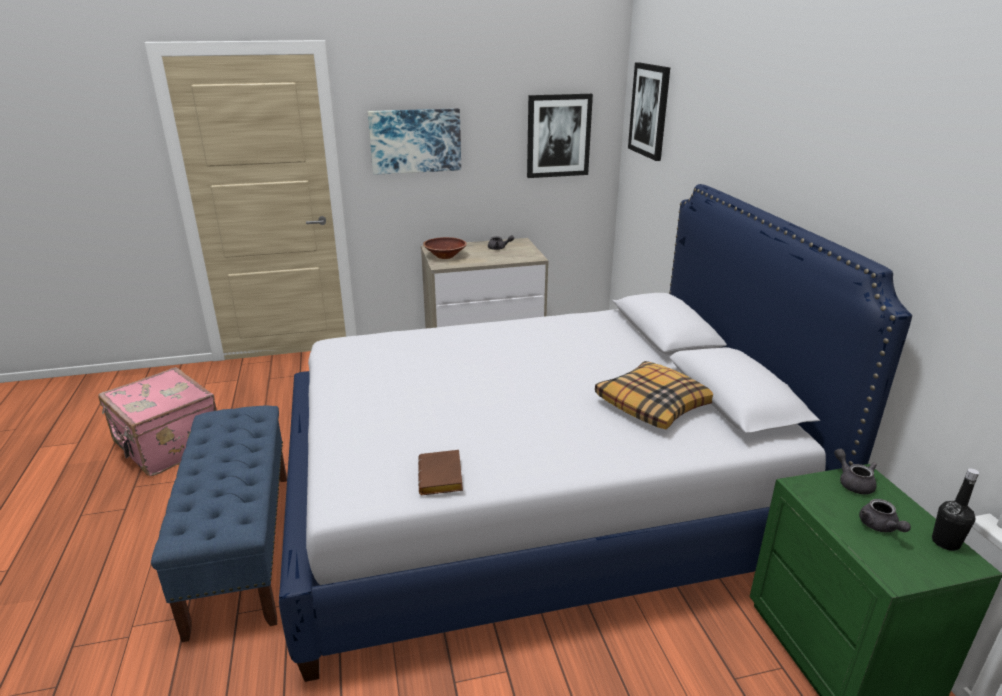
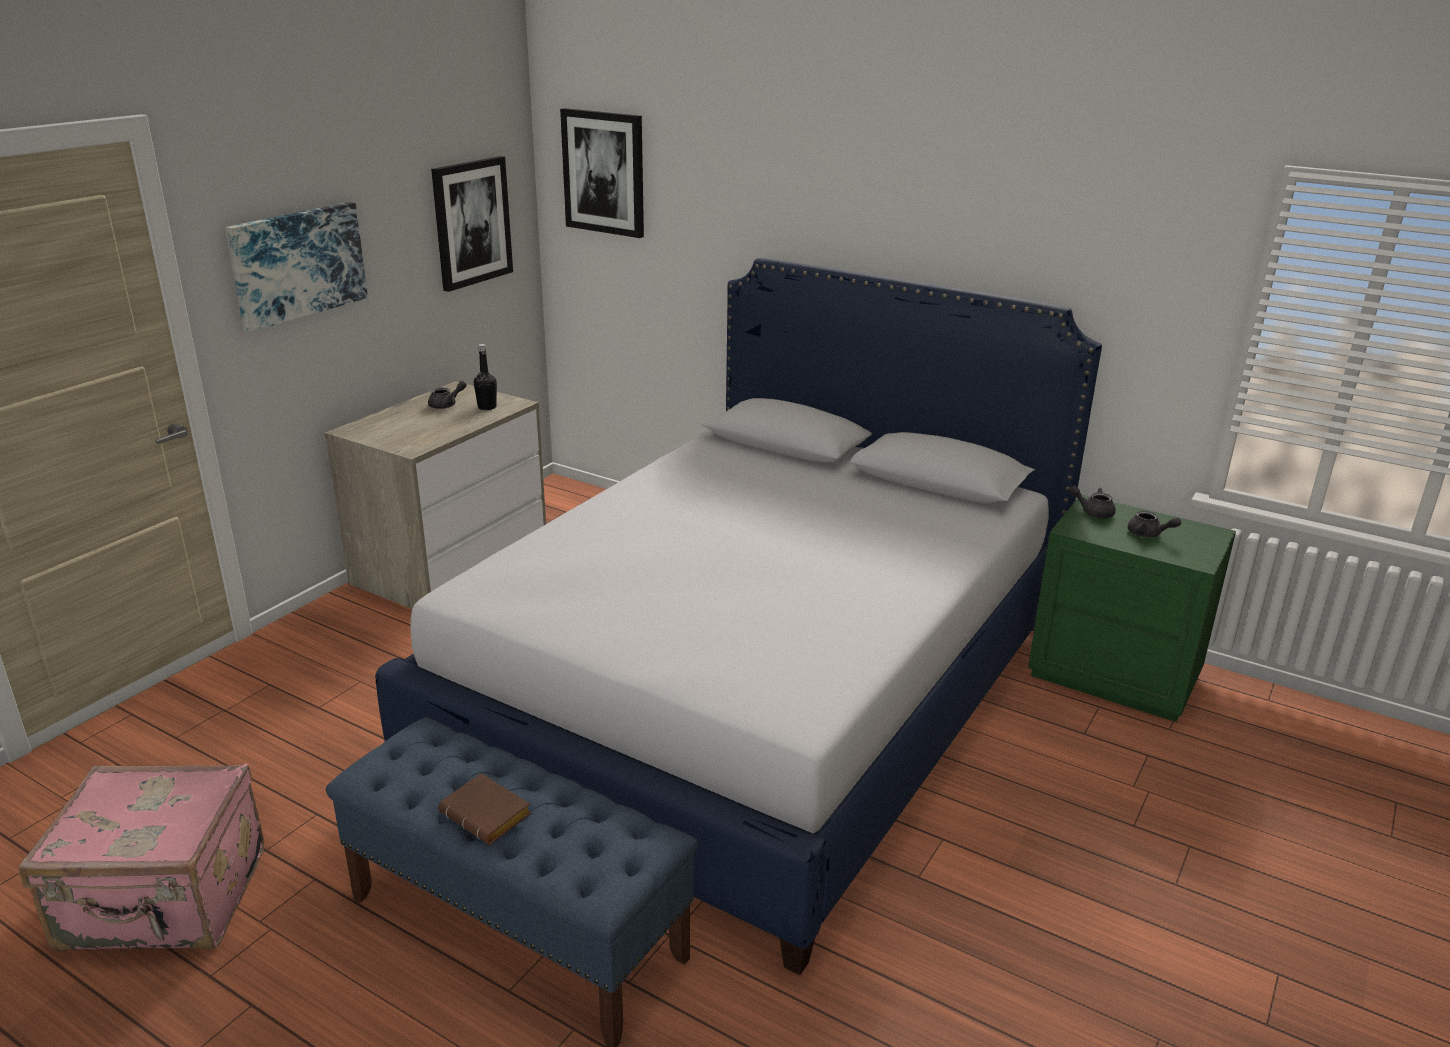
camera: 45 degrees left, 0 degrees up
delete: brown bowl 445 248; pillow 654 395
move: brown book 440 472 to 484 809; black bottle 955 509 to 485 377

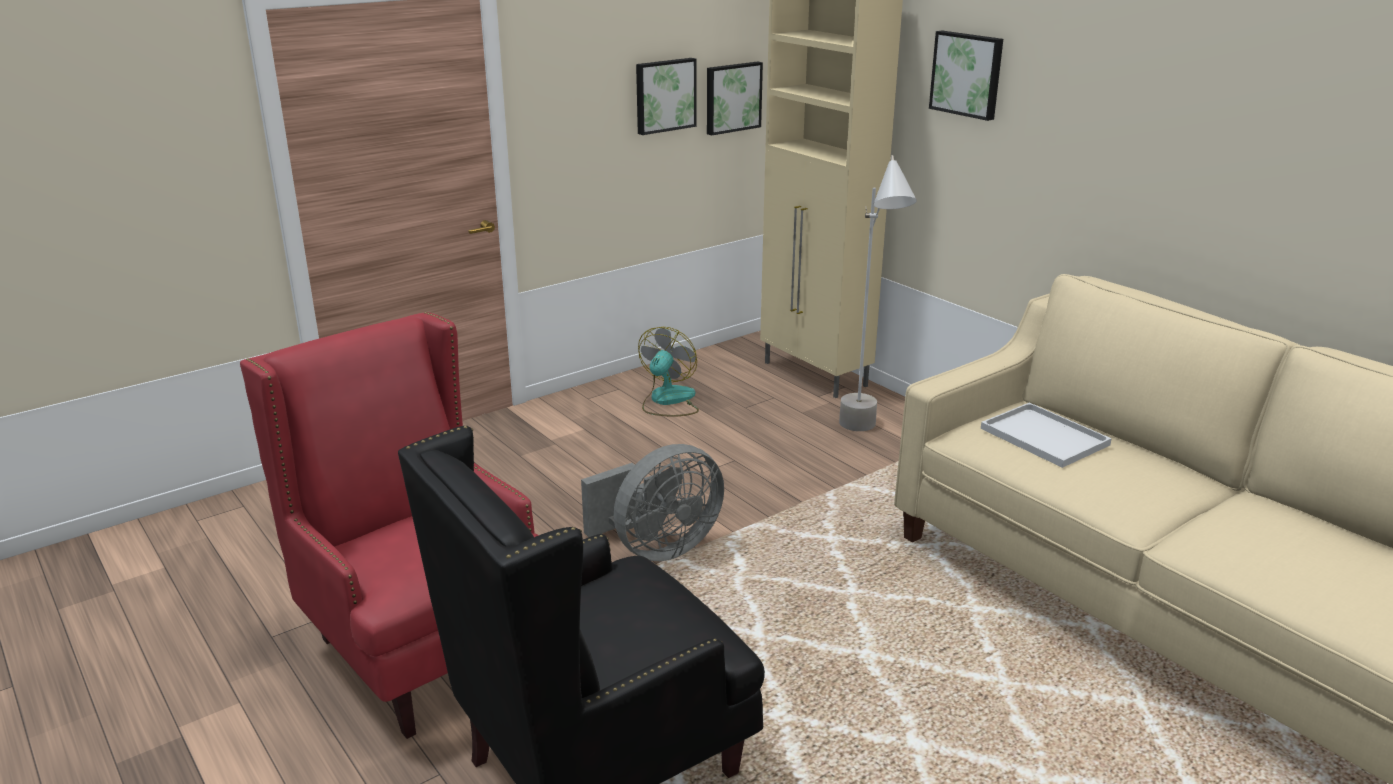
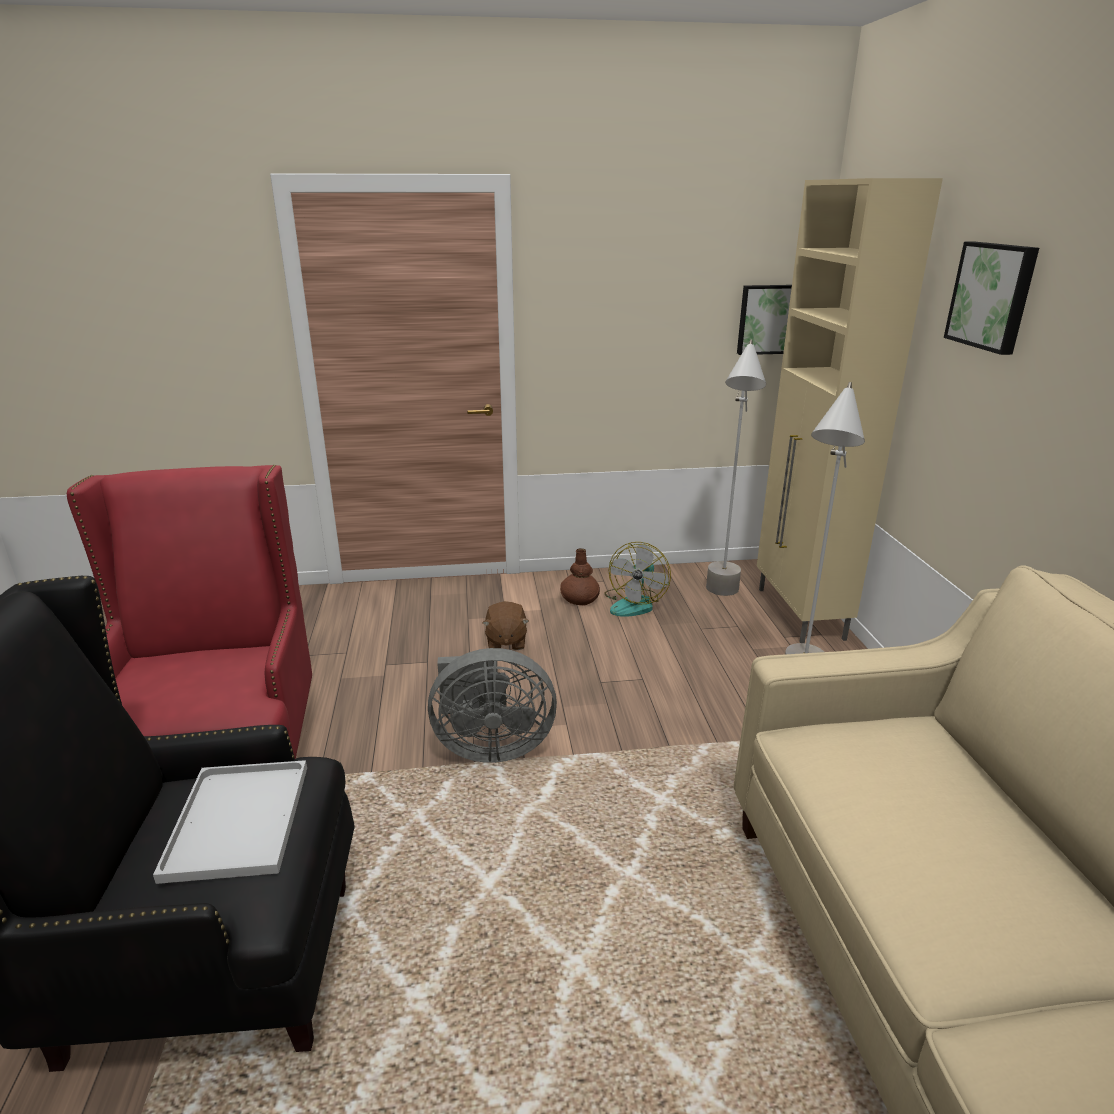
camera: 30 degrees right, 0 degrees up
delete: picture 666 96
insert: brown plush toy 506 625; brown vase 580 577; grey floor lamp 736 468
move: white tray 1046 435 to 230 822
rotate: fan 668 372 = 638 579 150 degrees clockwise

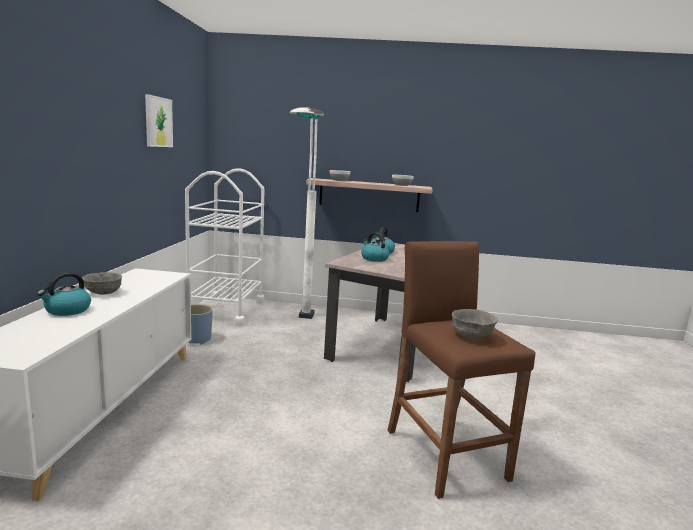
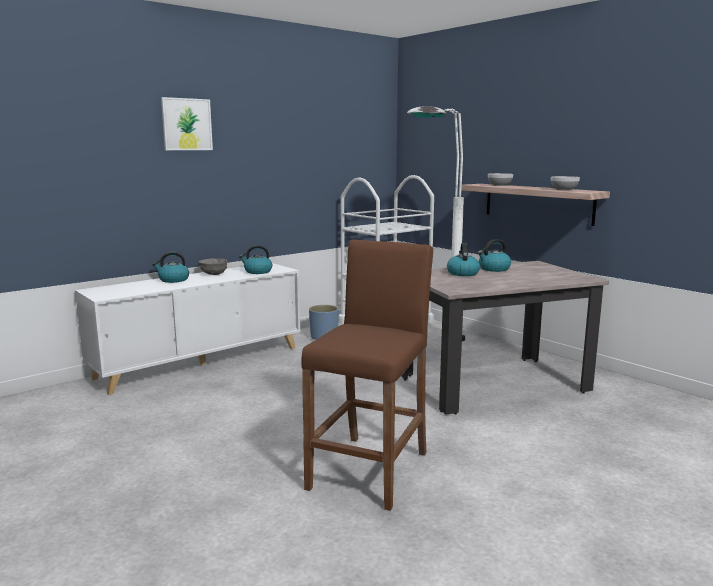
camera: 45 degrees right, 0 degrees up
delete: grey bowl 475 324
insert: kettle 255 259
move: picture 159 120 to 187 123

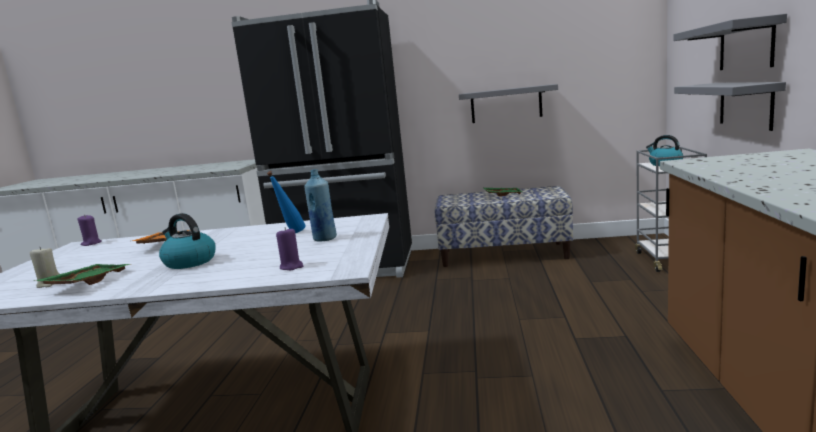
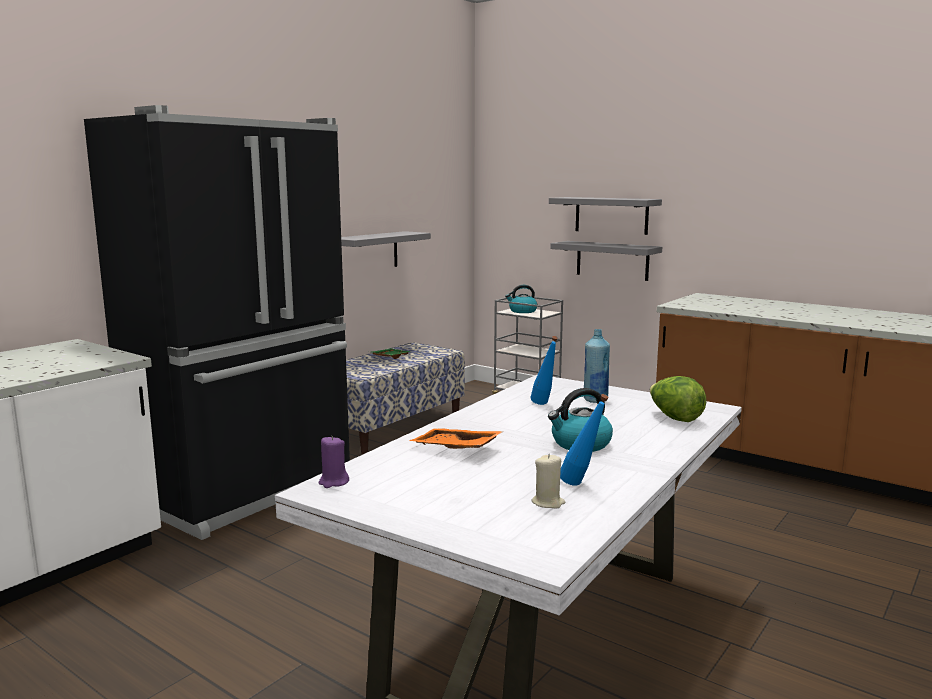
camera: 60 degrees left, 0 degrees up
replace: green tray 82 274 to blue bottle 584 440; purple candle 289 248 to lettuce 678 399

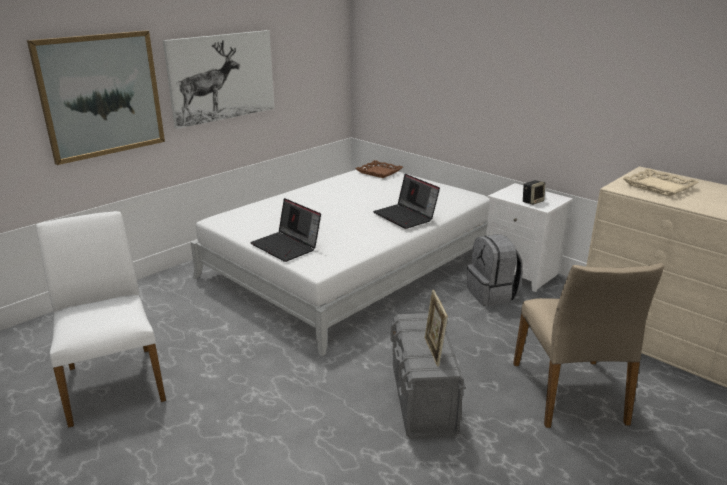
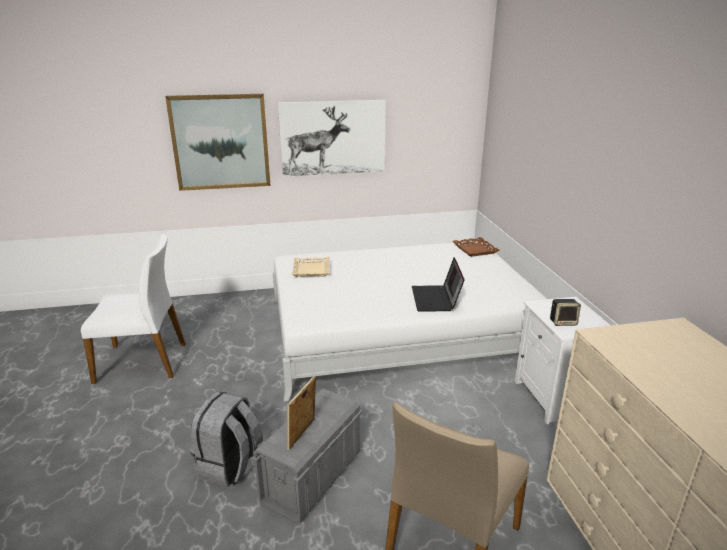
camera: 35 degrees right, 0 degrees up
delete: laptop 285 230
move: grey backpack 495 270 to 226 439; beige tray 661 182 to 311 267
rotate: white chair 101 319 = 133 309 75 degrees clockwise

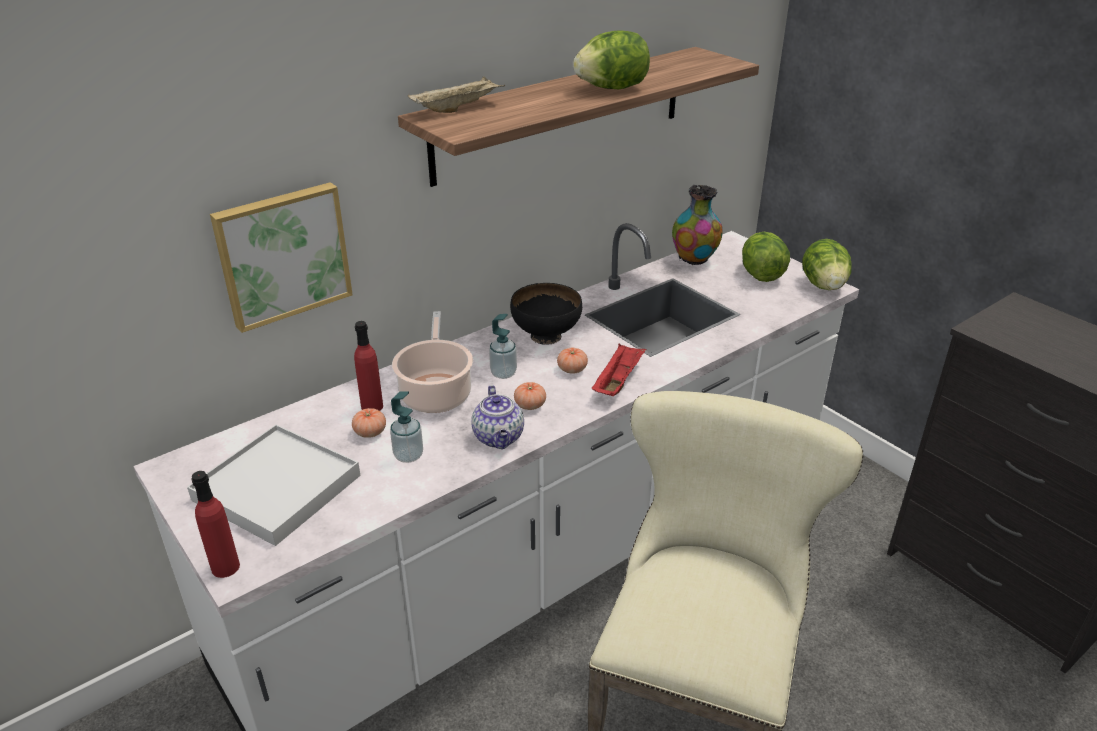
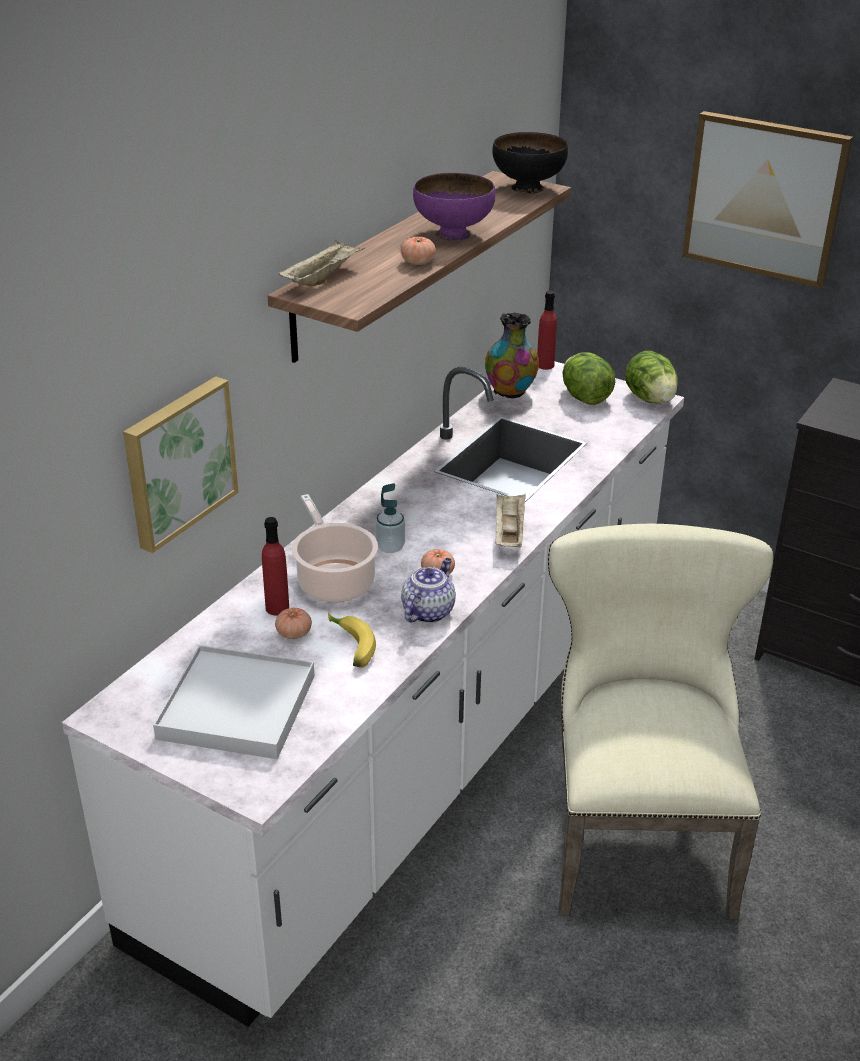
camera: 20 degrees left, 0 degrees up
insert: picture 767 199
move: red bottle 215 524 to 547 330; black bowl 546 314 to 530 162; tomato 572 361 to 418 251
replace: soap dispenser 406 427 to banana 352 640; lettuce 611 59 to purple bowl 454 207
recolor: red tray 618 369 to beige tray 510 520
rotate: teapot 497 417 = 428 590 120 degrees counterclockwise

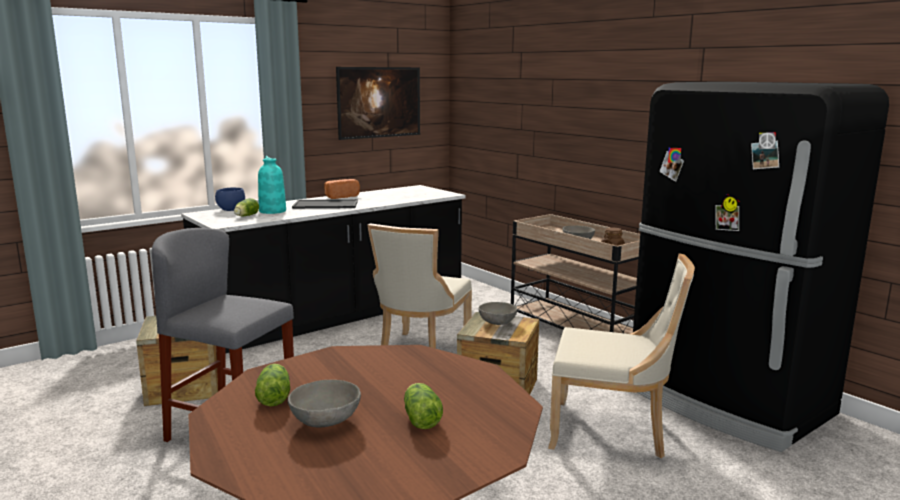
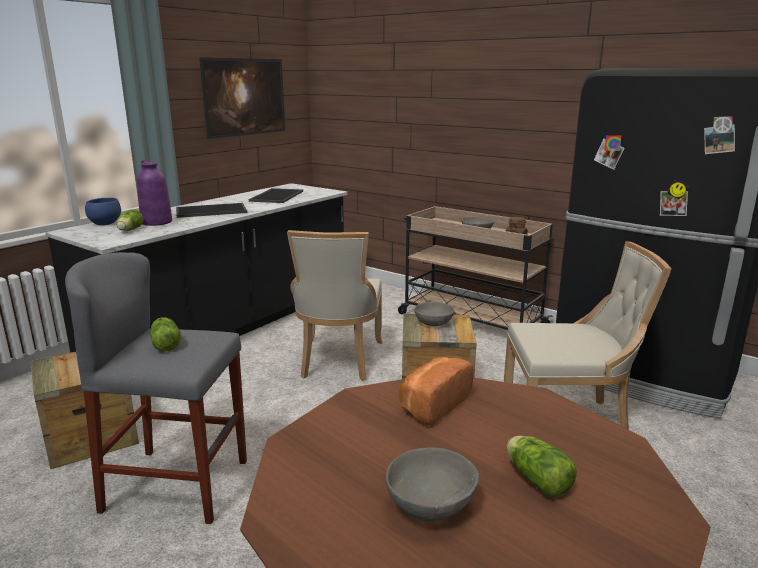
camera: 15 degrees left, 5 degrees up
insert: tray 276 195
move: lettuce 272 385 to 165 334; bread 342 189 to 435 391
recolor: turquoise vase 272 185 to purple vase 154 193

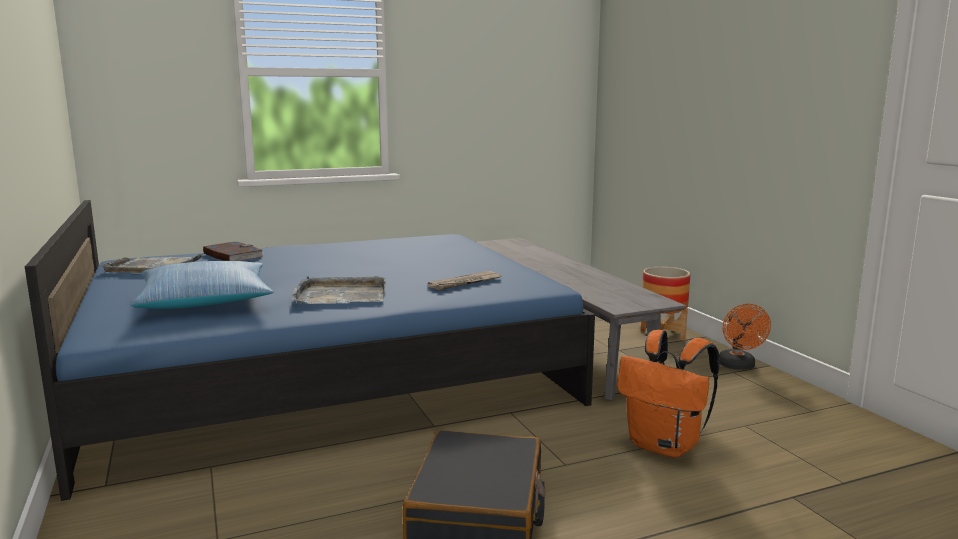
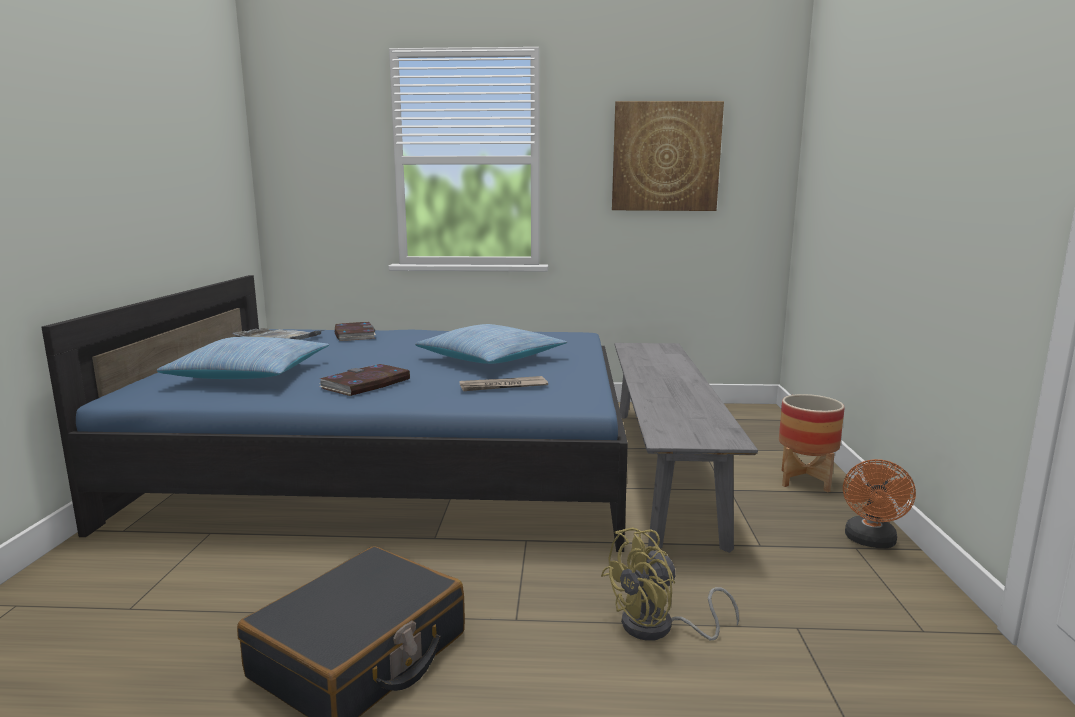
camera: 25 degrees right, 0 degrees up
insert: pillow 491 344; picture 668 156
replace: grey tray 339 290 to book 364 380; orange backpack 668 394 to yellow fan 670 584

